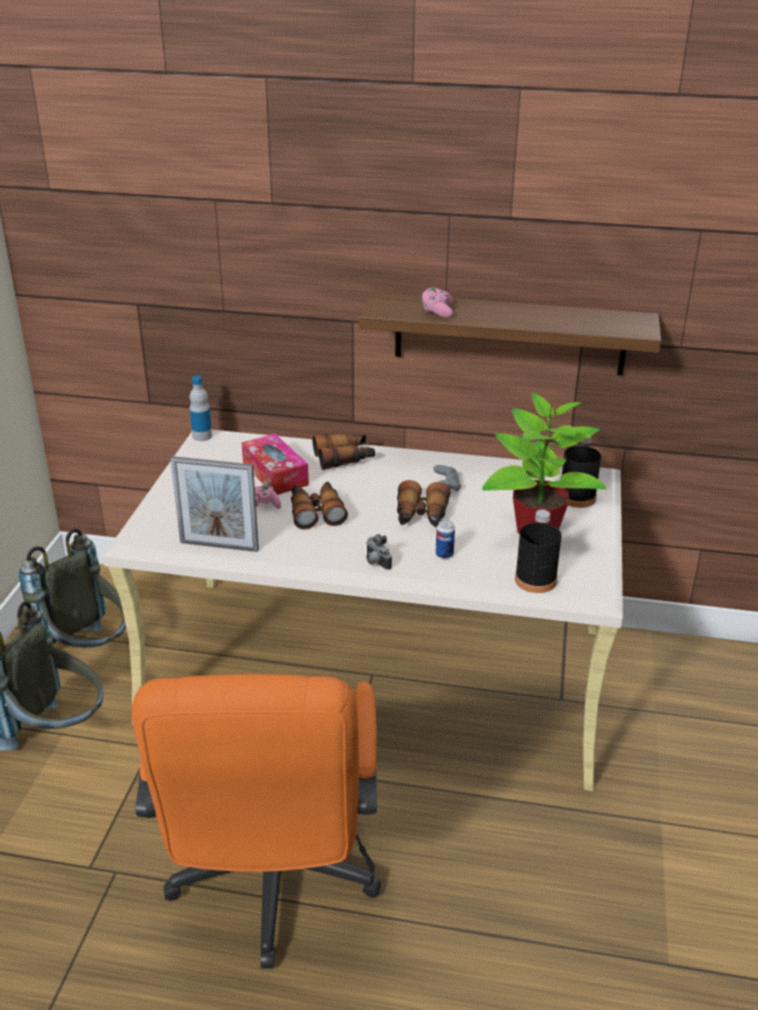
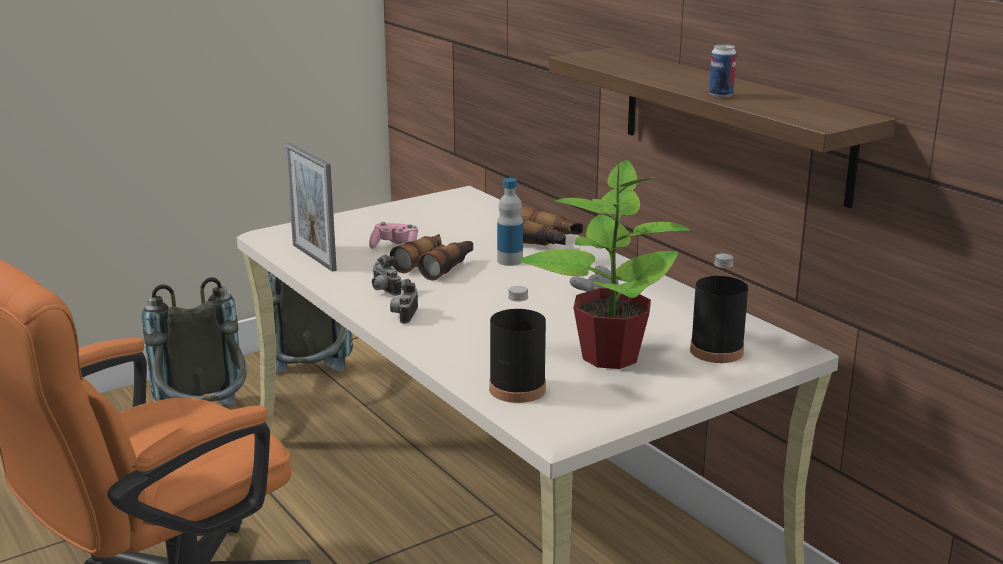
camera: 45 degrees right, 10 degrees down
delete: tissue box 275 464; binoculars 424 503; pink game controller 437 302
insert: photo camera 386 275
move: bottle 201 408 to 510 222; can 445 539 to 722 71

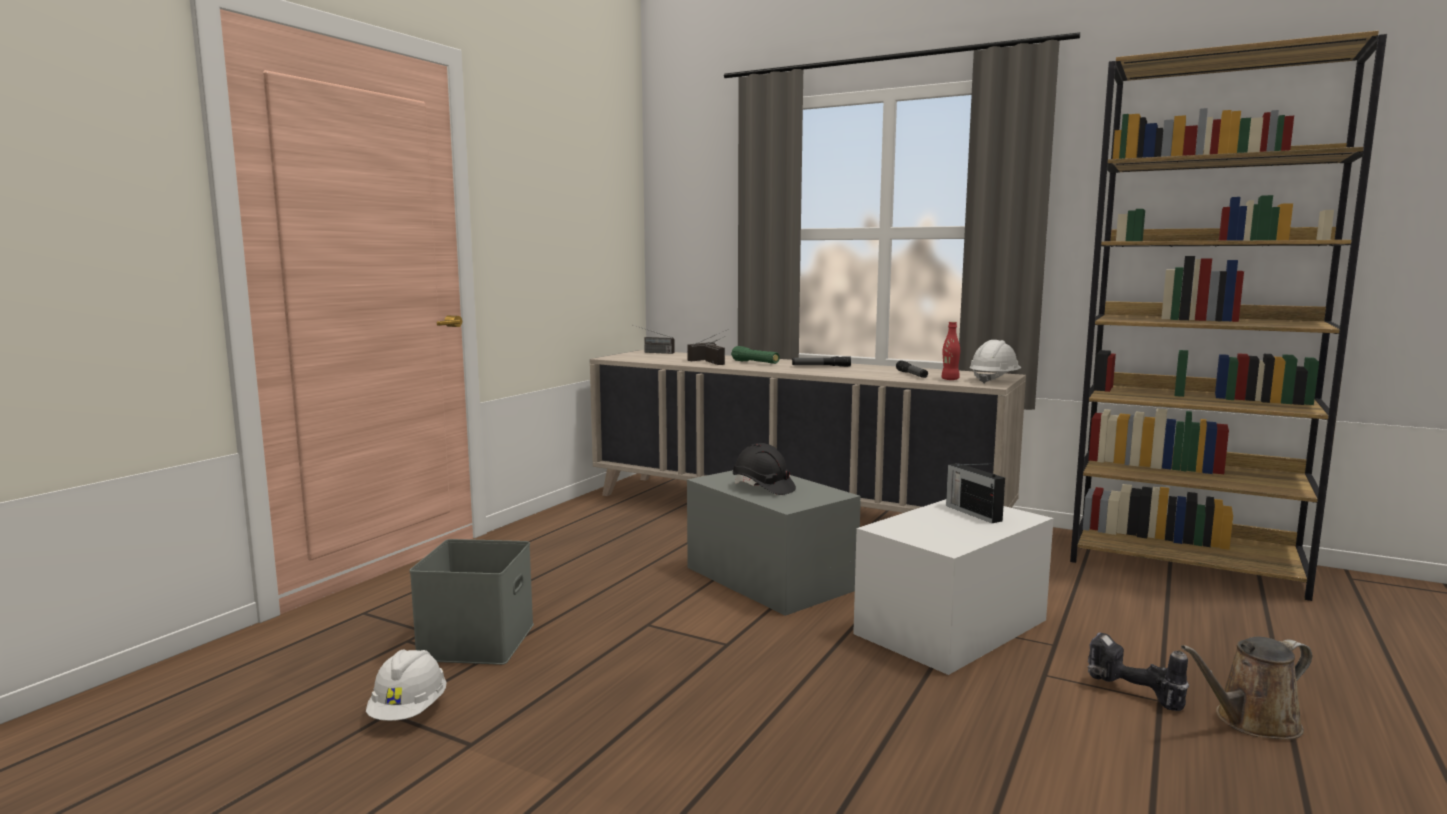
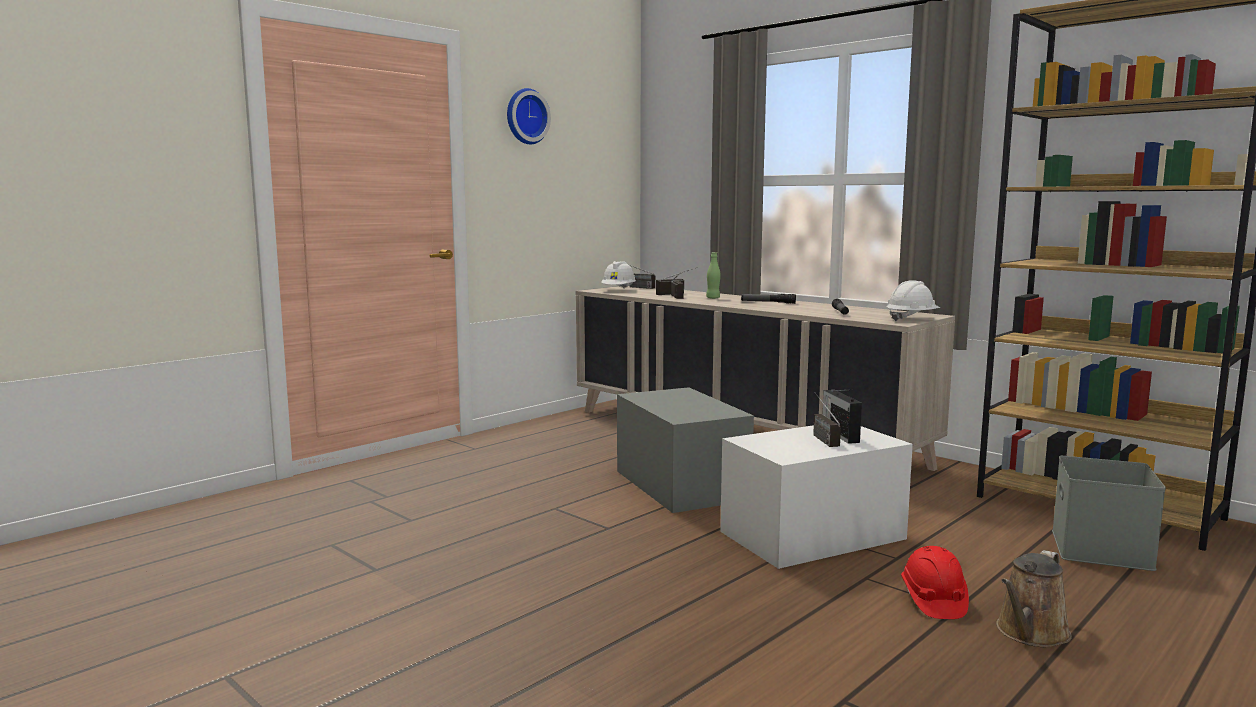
camera: 15 degrees right, 0 degrees up
delete: black hard hat 764 469; red bottle 950 351
insert: wall clock 529 116; radio 827 419
move: white hard hat 406 685 to 618 274; grey storage box 472 602 to 1109 513
replace: green flashlight 755 355 to green bottle 713 275; power drill 1138 671 to red hard hat 935 582
rotate: brown watering can 1246 688 = 1034 598 45 degrees counterclockwise

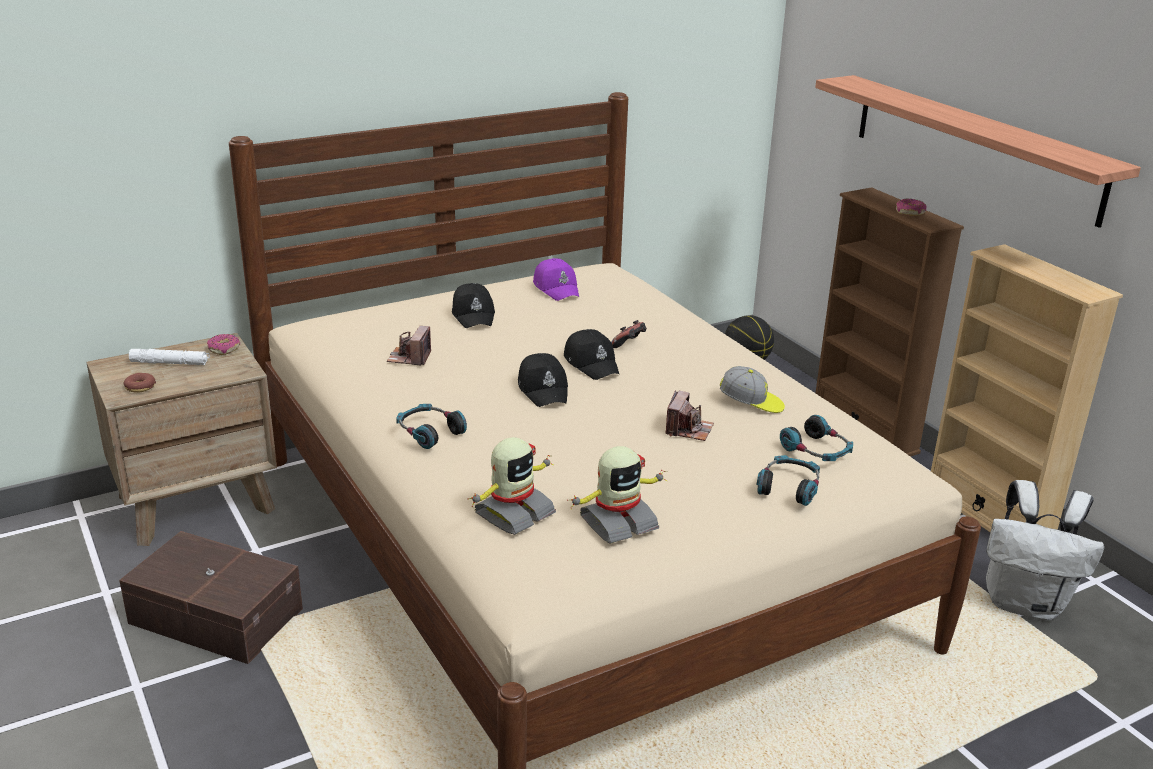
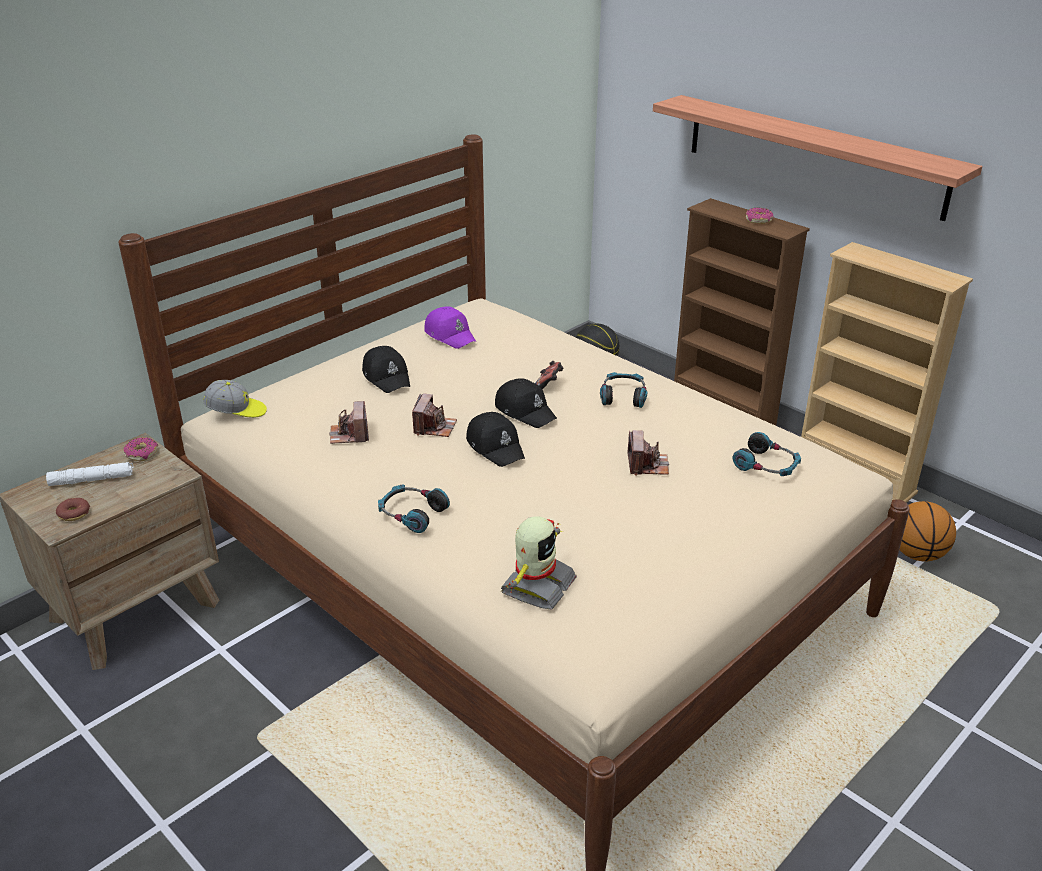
camera: 15 degrees left, 5 degrees up
delete: brown storage box 211 597; toy robot 617 495
insert: photo camera 434 415
move: cap 752 389 to 235 399; headphones 788 480 to 623 390
replace: white backpack 1045 550 to basketball 927 531

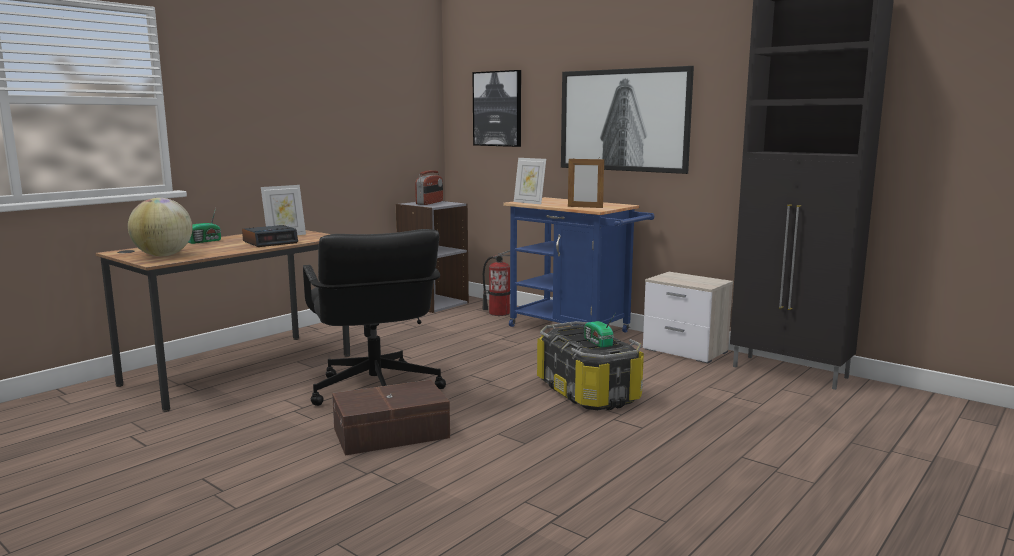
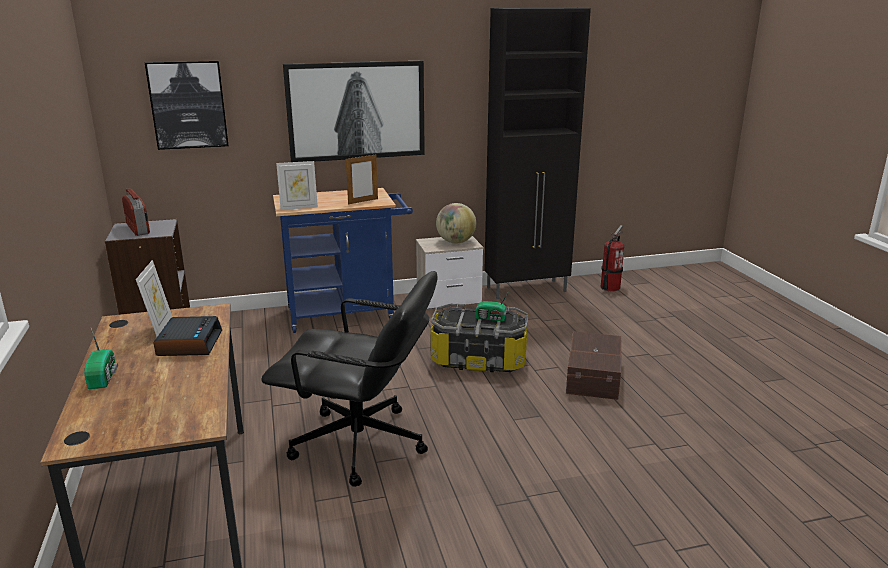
camera: 55 degrees left, 10 degrees up
move: globe 160 227 to 456 223; brown storage box 391 418 to 593 365; fire extinguisher 496 283 to 613 258

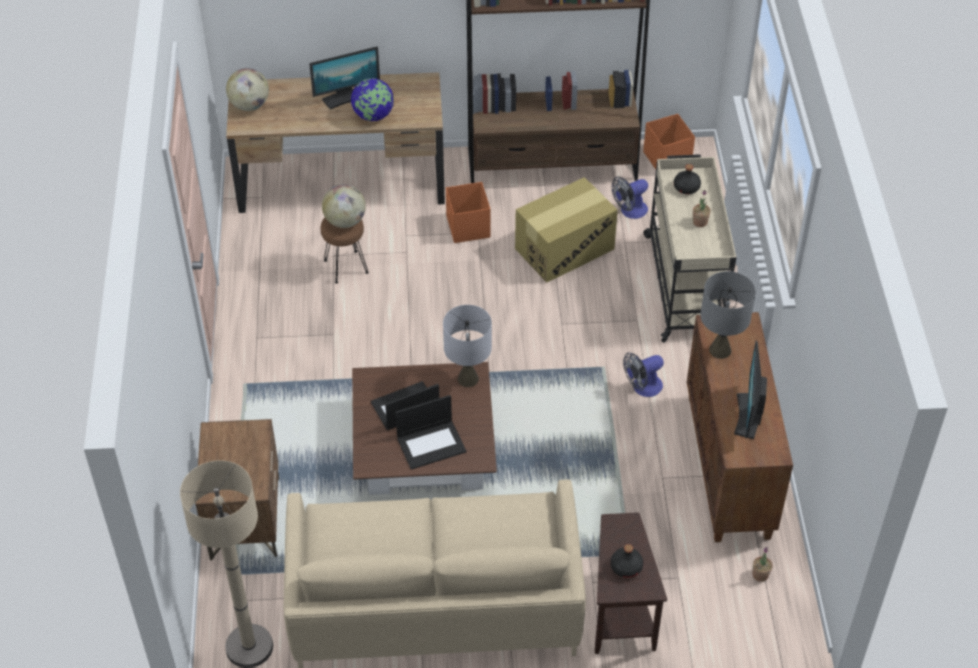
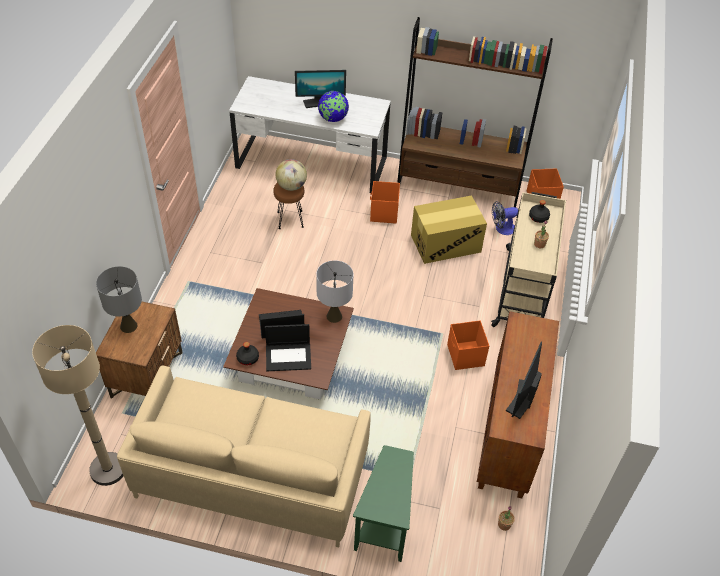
camera: 15 degrees right, 0 degrees up
delete: globe 247 89
move: black bottle 627 561 to 247 353; grey table lamp 728 315 to 119 299
replace: fan 643 374 to orange storage box 468 345
recolor: brown desk 335 142 to white desk 310 134; brown side table 631 583 to green side table 383 503

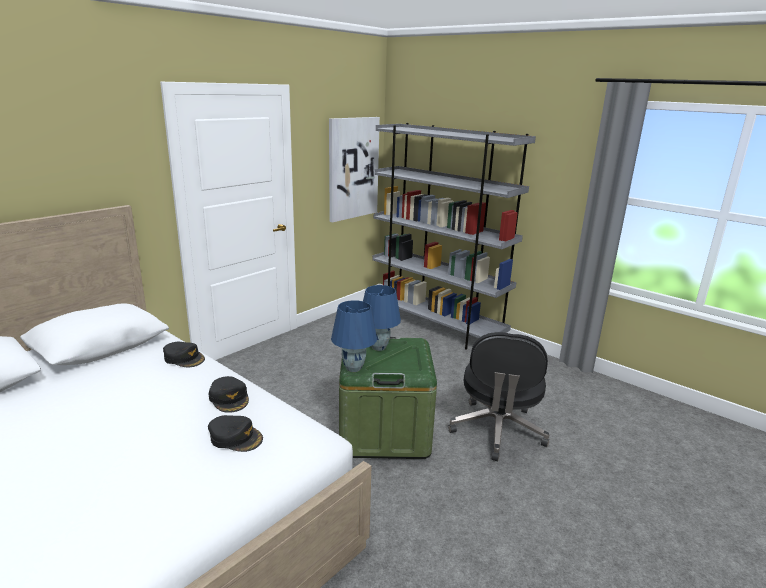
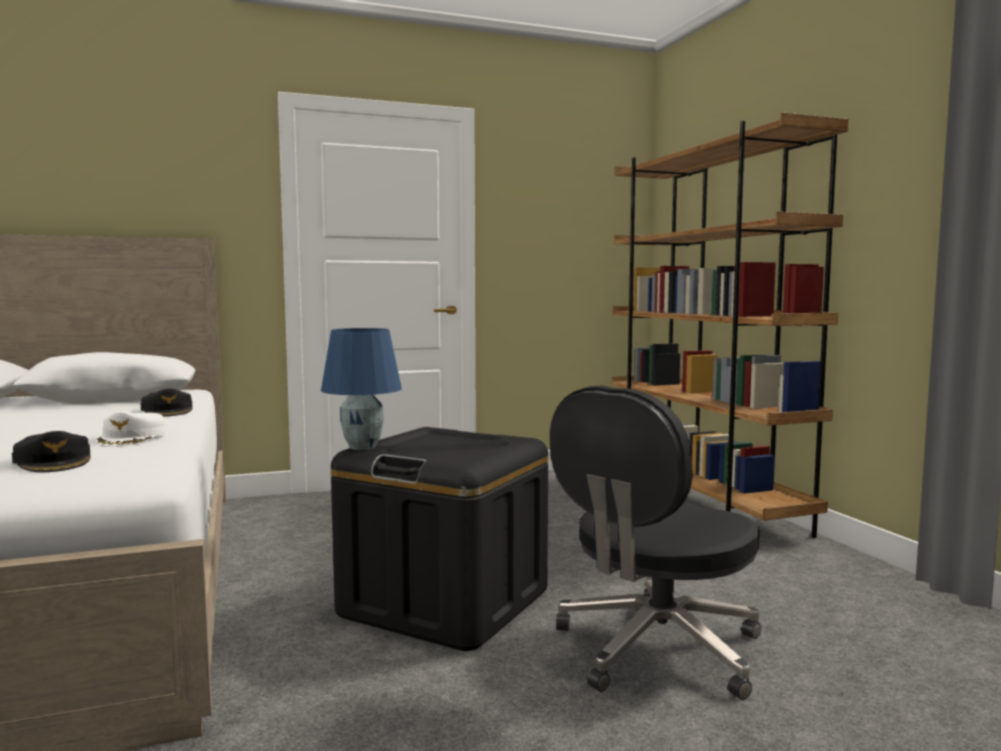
camera: 30 degrees right, 15 degrees down
delete: picture 354 169; blue table lamp 382 318
recolor: black cap 229 394 to white cap 131 429; green storage box 388 398 to black storage box 439 539; grey bookcase 454 236 to brown bookcase 730 325

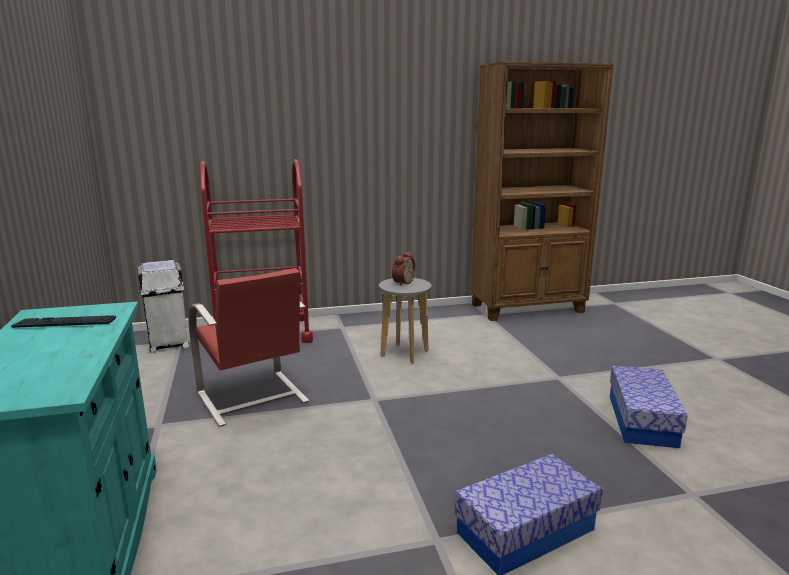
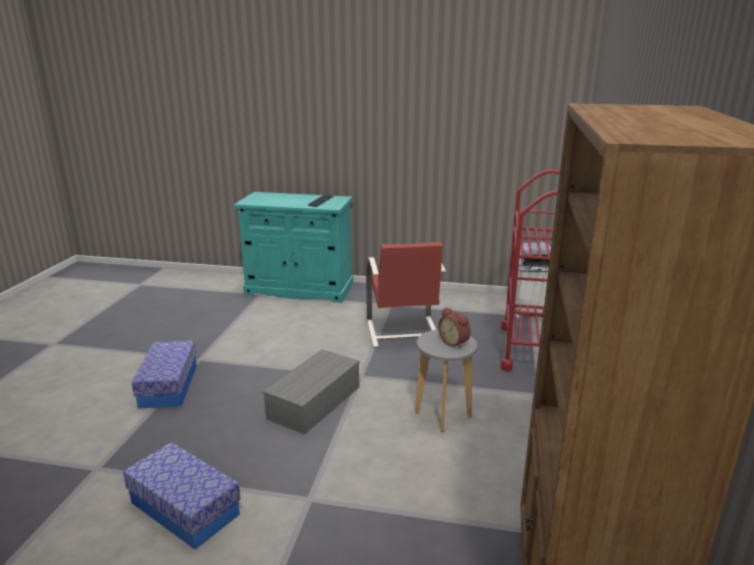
camera: 115 degrees right, 5 degrees up
insert: grey storage box 311 392
rotate: red chair 248 347 = 406 294 90 degrees counterclockwise

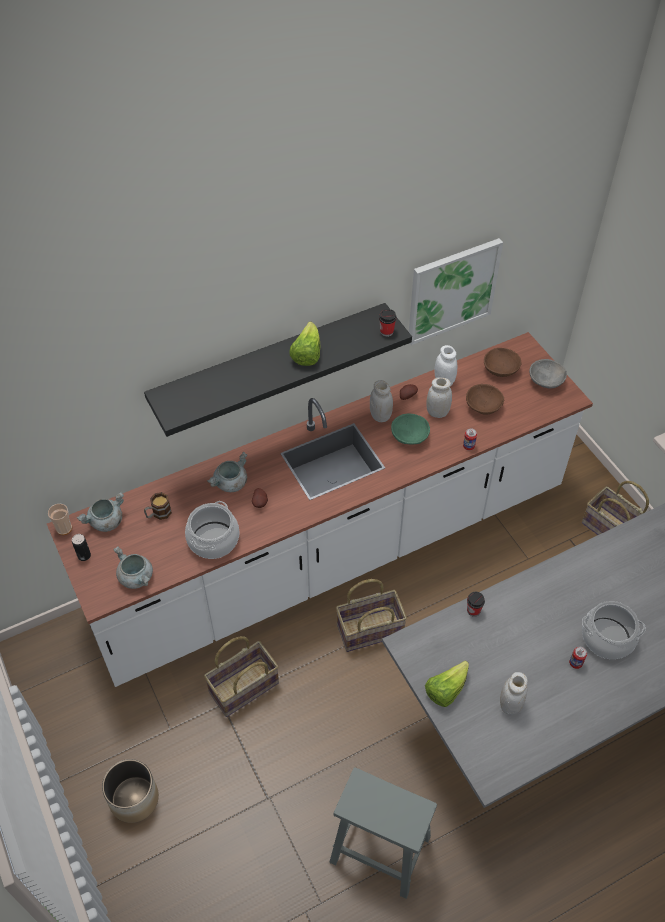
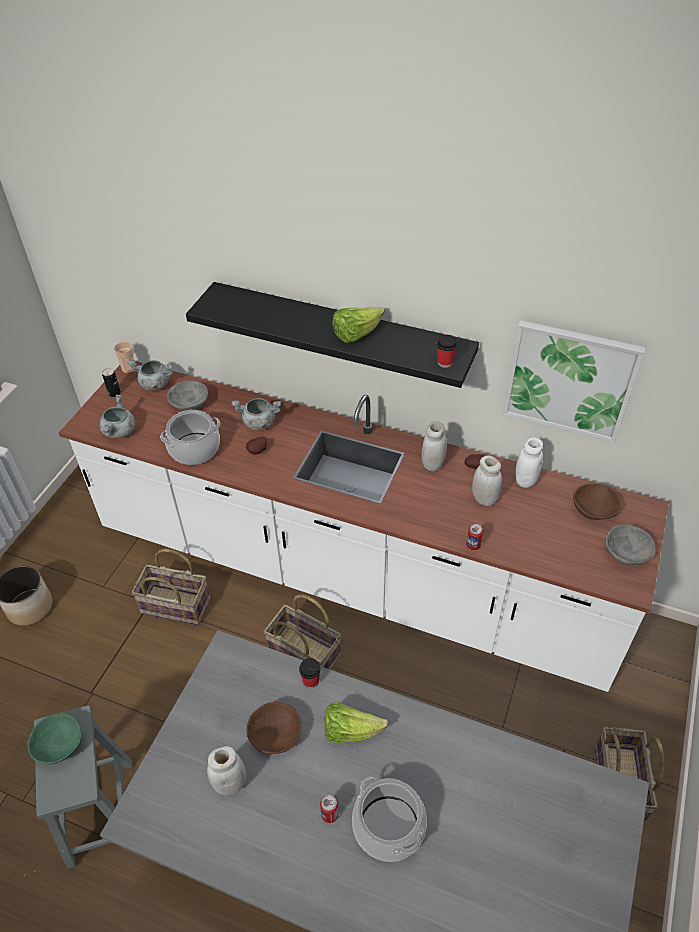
camera: 50 degrees right, 5 degrees down
move: green bowl 410 429 to 54 738; lettuce 447 683 to 356 722; brown bowl 485 399 to 273 728
replace: mug 158 506 to grey bowl 187 395

